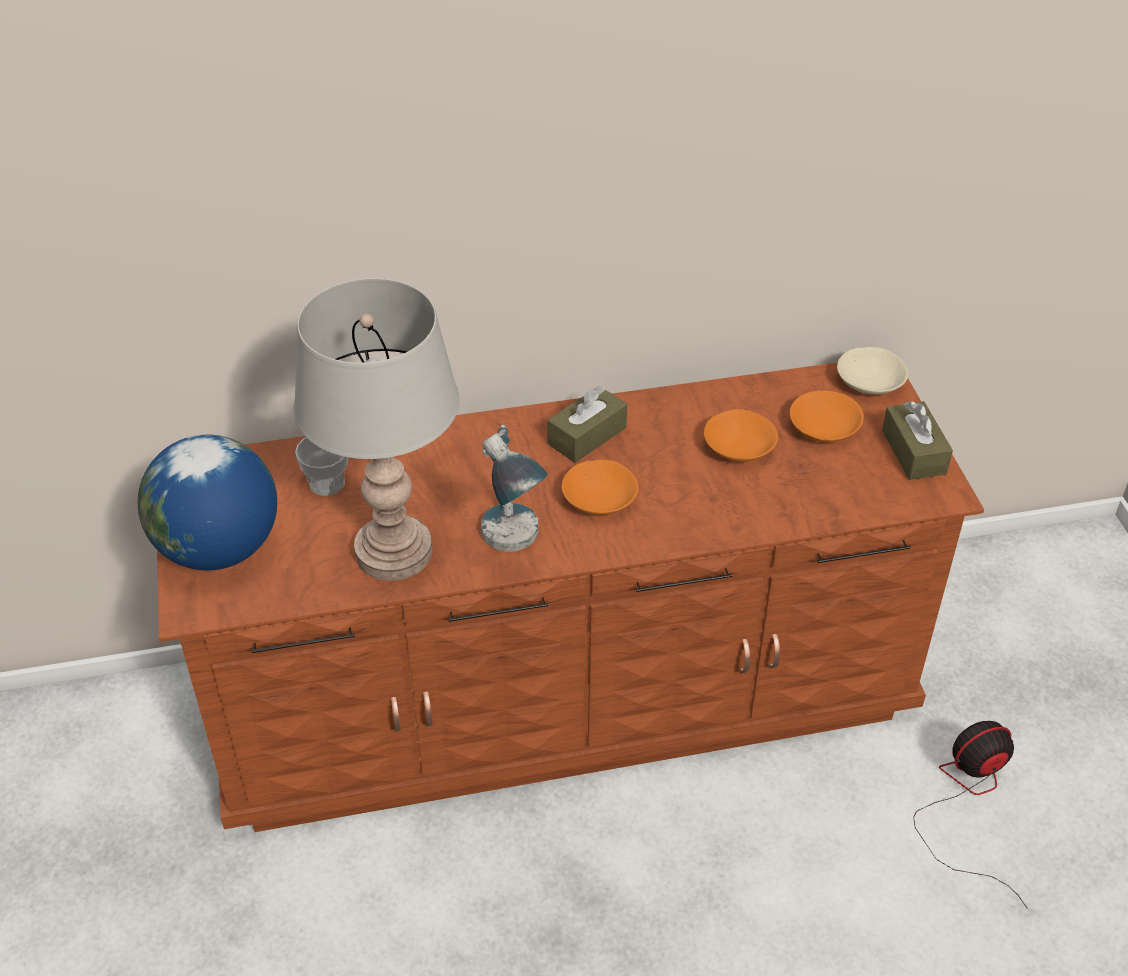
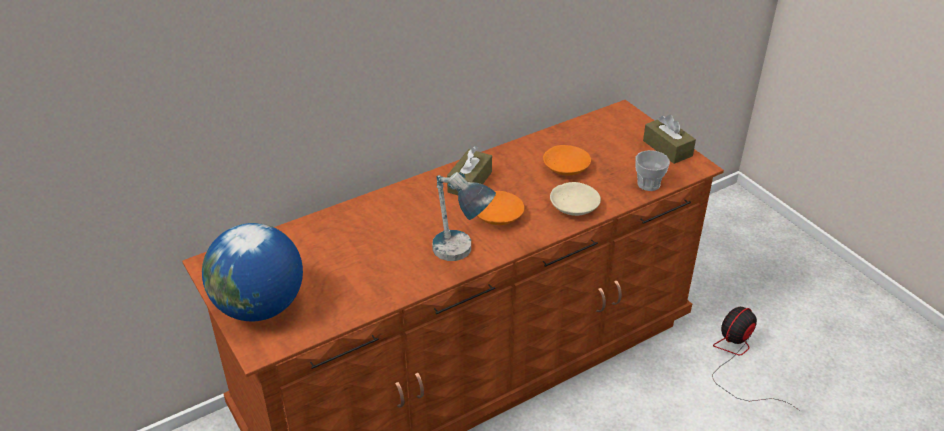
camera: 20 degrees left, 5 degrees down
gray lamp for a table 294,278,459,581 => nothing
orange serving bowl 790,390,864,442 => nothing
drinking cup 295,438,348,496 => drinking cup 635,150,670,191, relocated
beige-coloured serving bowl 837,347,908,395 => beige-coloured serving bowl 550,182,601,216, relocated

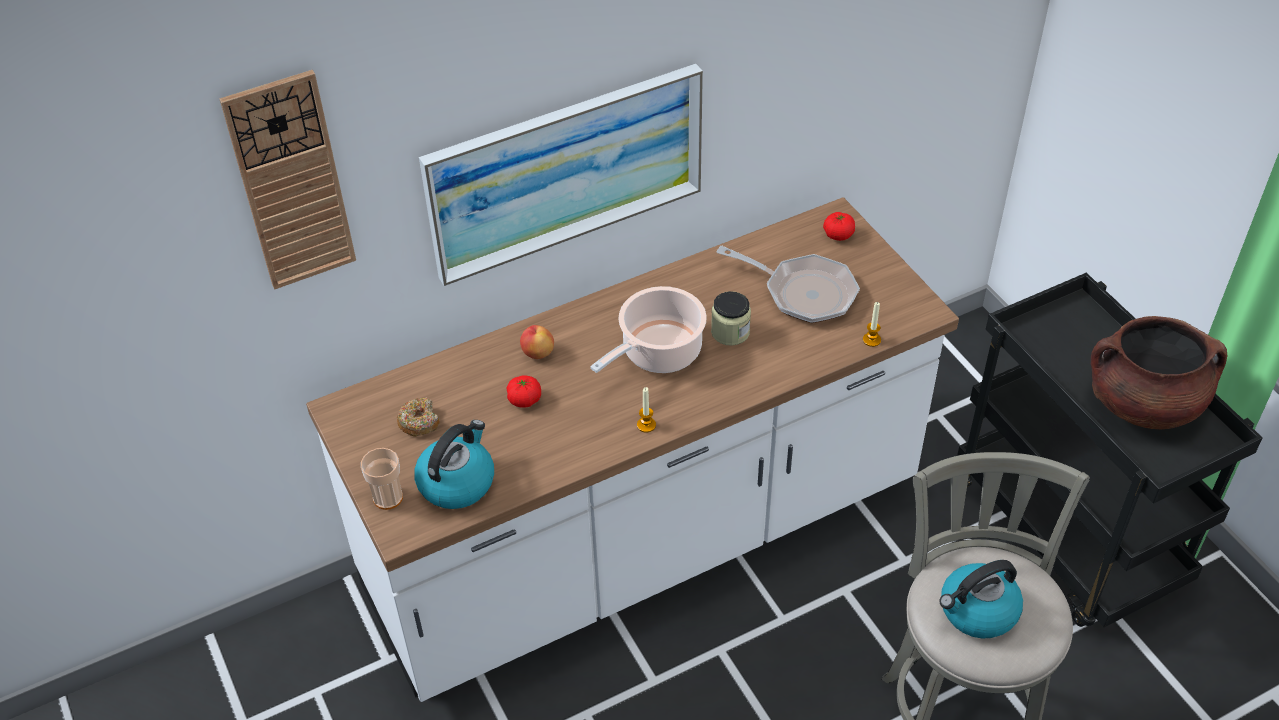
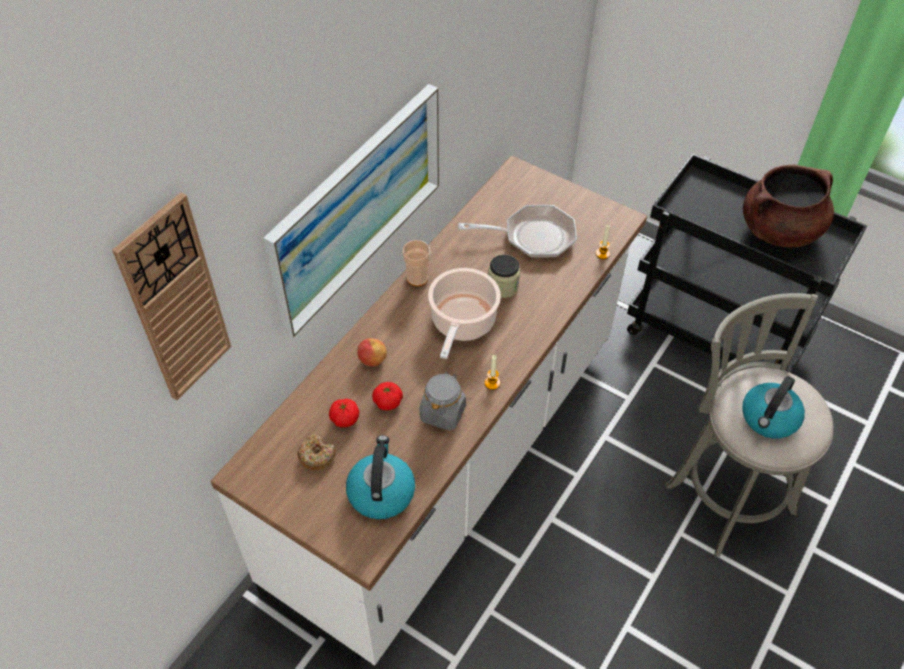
camera: 30 degrees left, 5 degrees up
nothing => gray jar 419,371,466,431
drinking cup 361,448,403,510 => drinking cup 403,240,430,286, relocated
whole tomato 823,212,855,241 => whole tomato 329,399,359,427, relocated

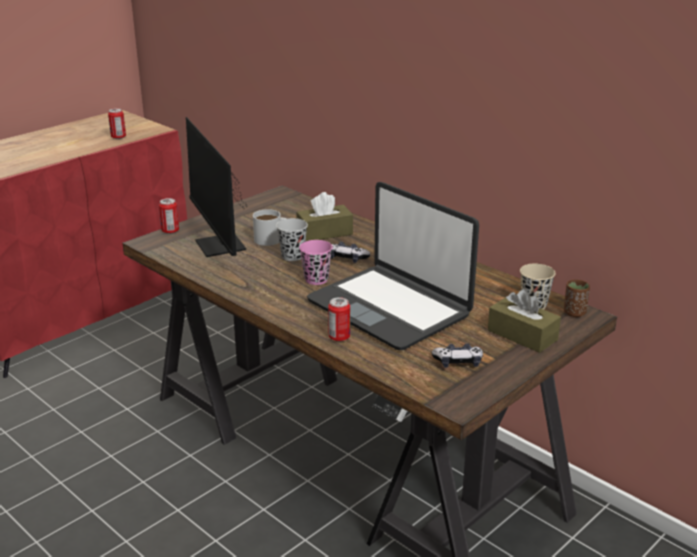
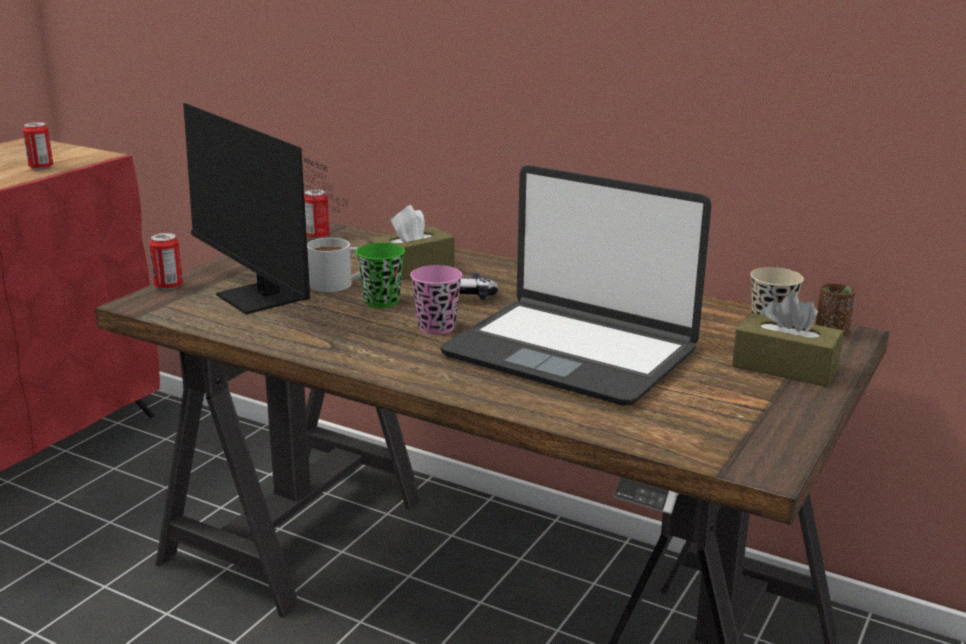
camera: 15 degrees left, 5 degrees down
joypad 432,343,483,368 => nothing
metal can 328,297,350,342 => metal can 304,189,329,239, relocated
blackish drinking cup 276,218,308,261 => green drinking cup 356,243,405,308

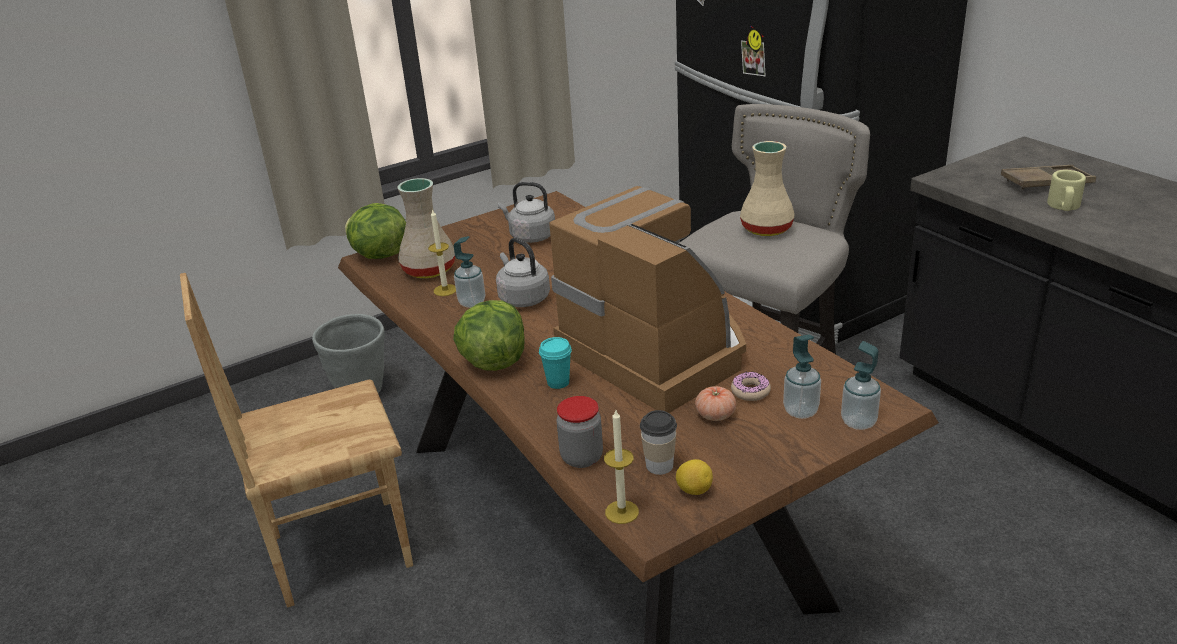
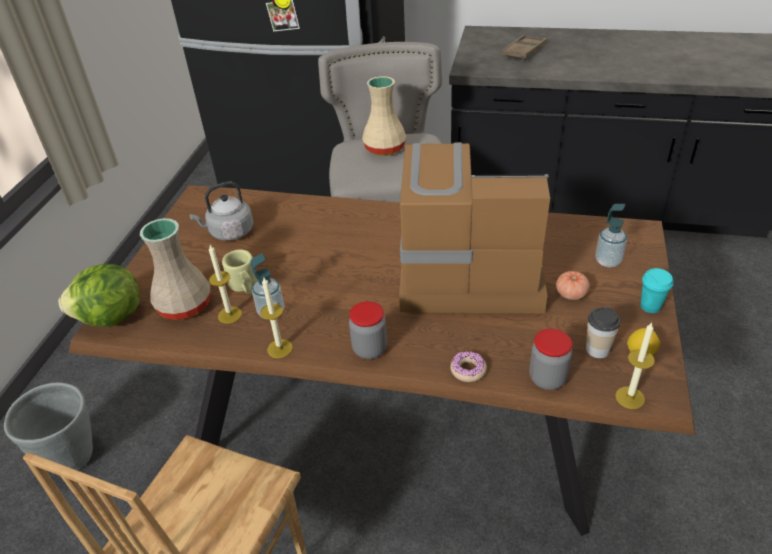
camera: 45 degrees left, 10 degrees up
gray kettle 496,238,550,307 => nothing
liquid soap bottle 841,341,881,430 => nothing
nothing => candle 260,277,293,358
blue-green drinking cup 539,337,572,389 => blue-green drinking cup 641,268,673,313, relocated
ring doughnut 731,372,771,401 => ring doughnut 450,351,487,382, relocated
beige-coloured tea mug 1047,170,1086,211 => beige-coloured tea mug 222,249,258,294, relocated
head of lettuce 453,300,524,371 => jar 349,301,387,359

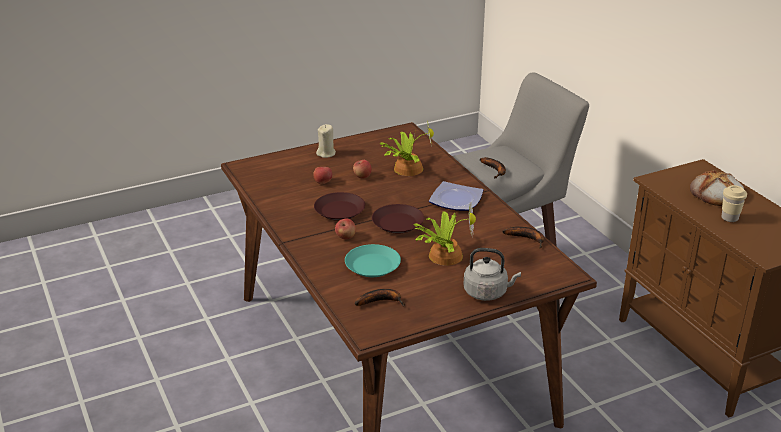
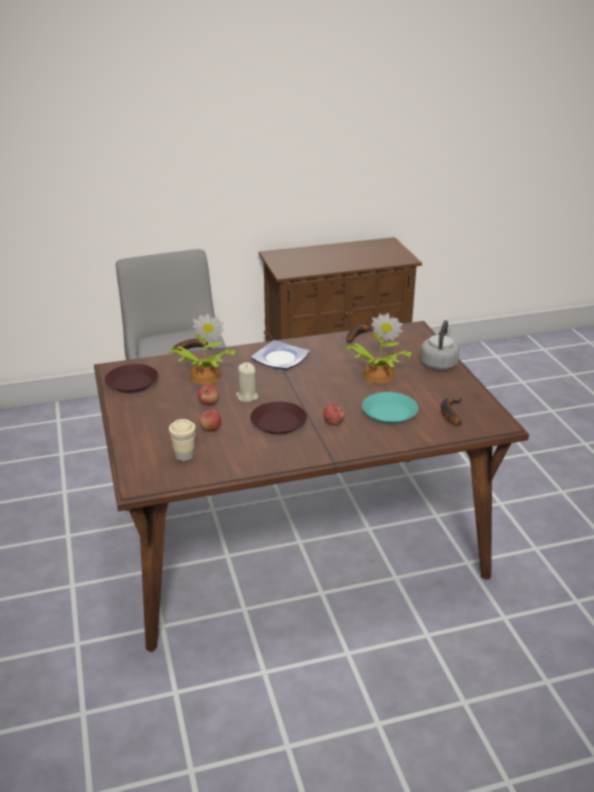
camera: 80 degrees left, 0 degrees up
bakery bread 690,170,744,206 => nothing
beige-coloured candle 316,124,336,158 => beige-coloured candle 236,362,258,402, relocated
brown dinner plate 372,204,424,234 => brown dinner plate 105,364,158,393, relocated
beige-coloured drinking cup 722,185,747,222 => beige-coloured drinking cup 169,419,196,461, relocated

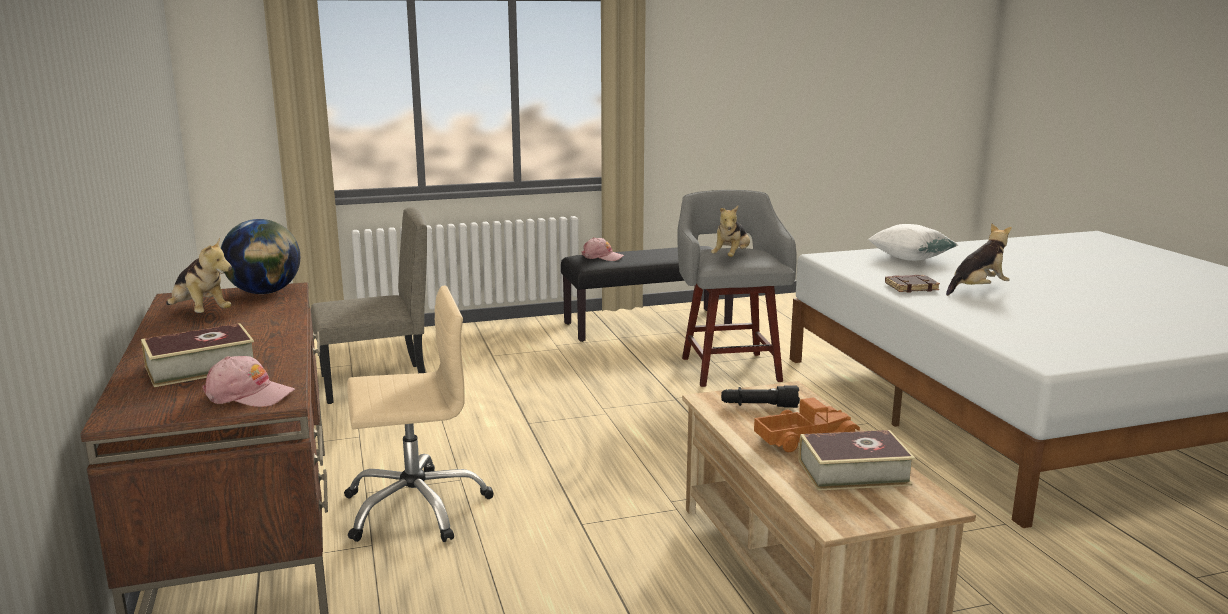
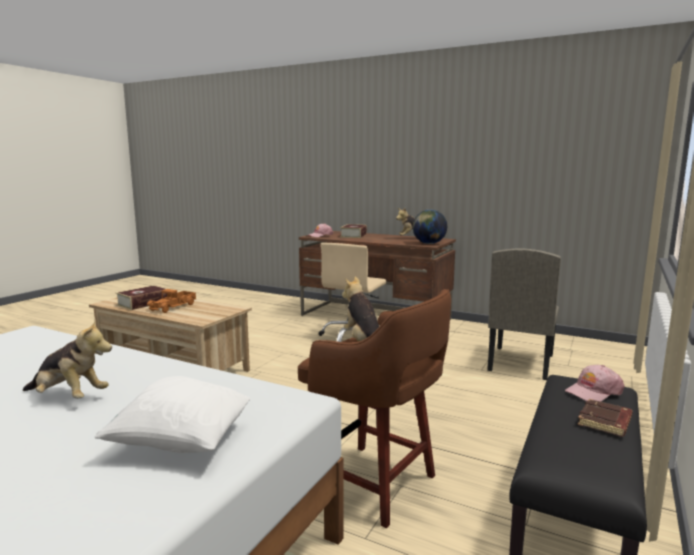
camera: 135 degrees right, 5 degrees down
blackish flashlight 721,385,800,408 => nothing
brown book 885,275,940,293 => brown book 577,399,633,437, relocated
gray stool seat 677,190,797,387 => brown stool seat 298,289,451,528
soft toy 946,223,1012,296 => soft toy 23,319,112,399, 90 degrees counterclockwise

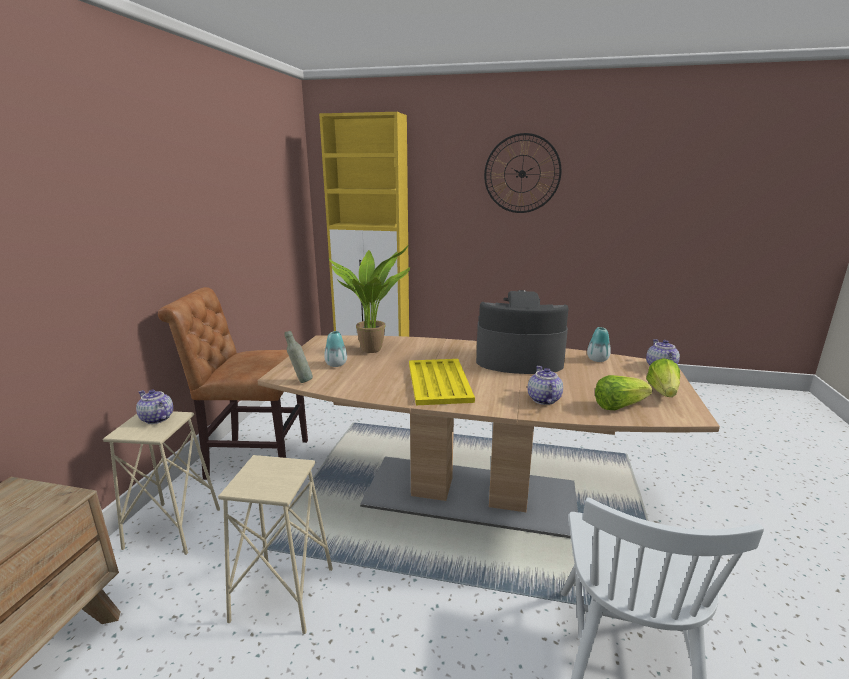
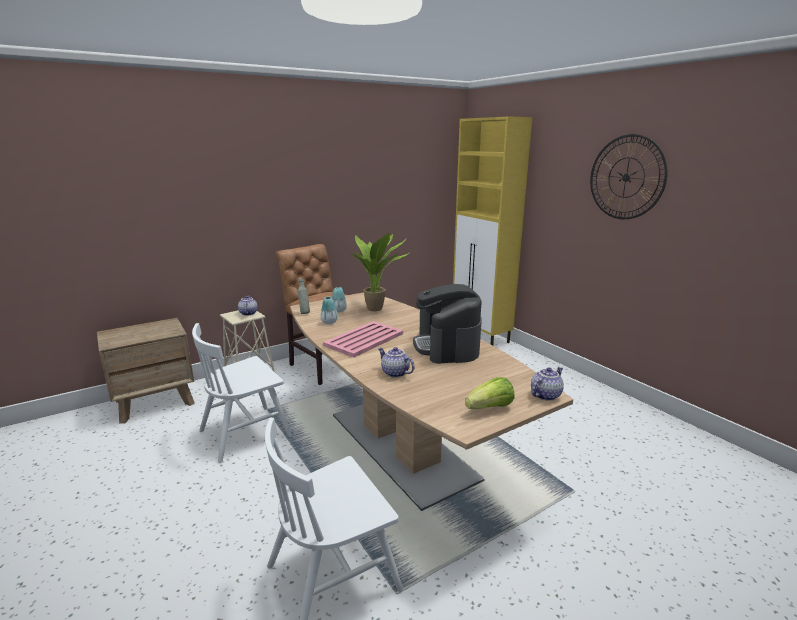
camera: 45 degrees right, 0 degrees up
head of lettuce 595,375,652,410 => nothing
vase 587,327,611,362 => vase 321,297,338,324, relocated
beige-coloured stool seat 218,455,333,634 => white-coloured chair 192,323,292,463
yellowish carrying tray 409,359,475,405 => pink-coloured carrying tray 323,321,403,358
coffee machine 476,290,568,374 => coffee machine 413,284,482,364, 150 degrees counterclockwise
pot for tea 528,366,563,405 => pot for tea 378,347,414,378, 90 degrees counterclockwise

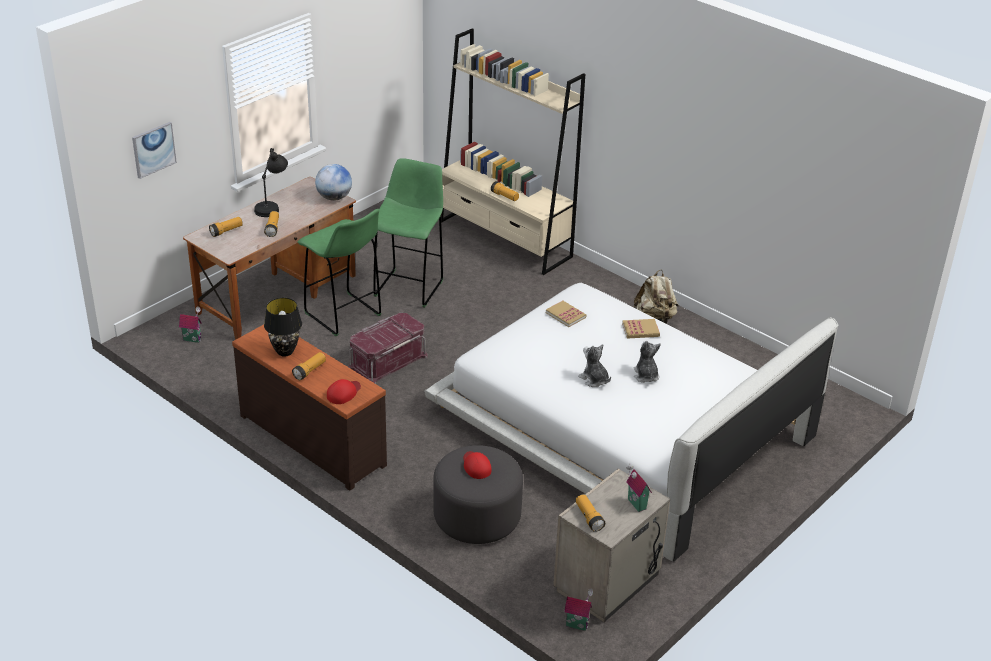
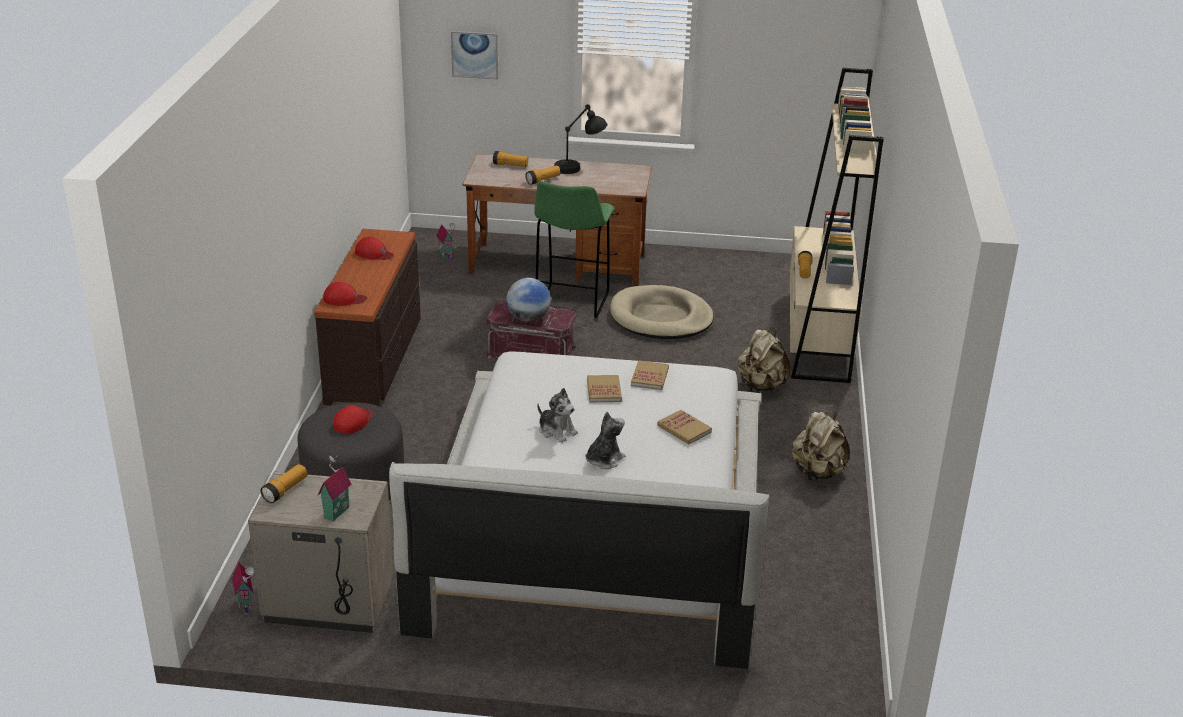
camera: 55 degrees right, 5 degrees down
flashlight 292,352,326,380 => nothing
nothing => book 587,375,622,402
nothing => beige-coloured rucksack 738,328,790,393
desk globe 315,164,352,201 => desk globe 506,278,551,322, relocated
blackish lamp for a table 264,298,302,357 => reddish baseball cap 355,237,394,260
green stool seat 373,158,443,308 => beige-coloured dog bed 610,285,714,339
soft toy 578,344,611,387 => soft toy 537,388,578,443, 120 degrees clockwise

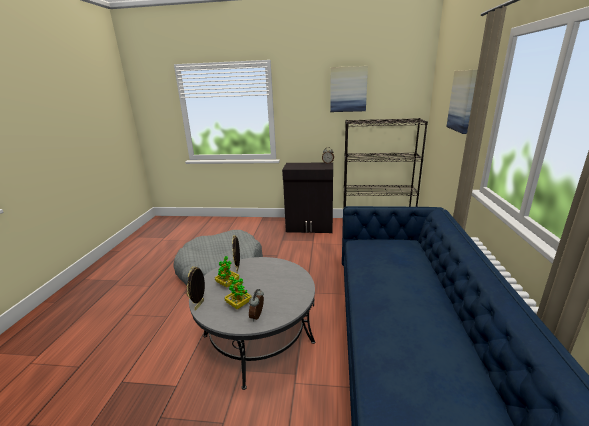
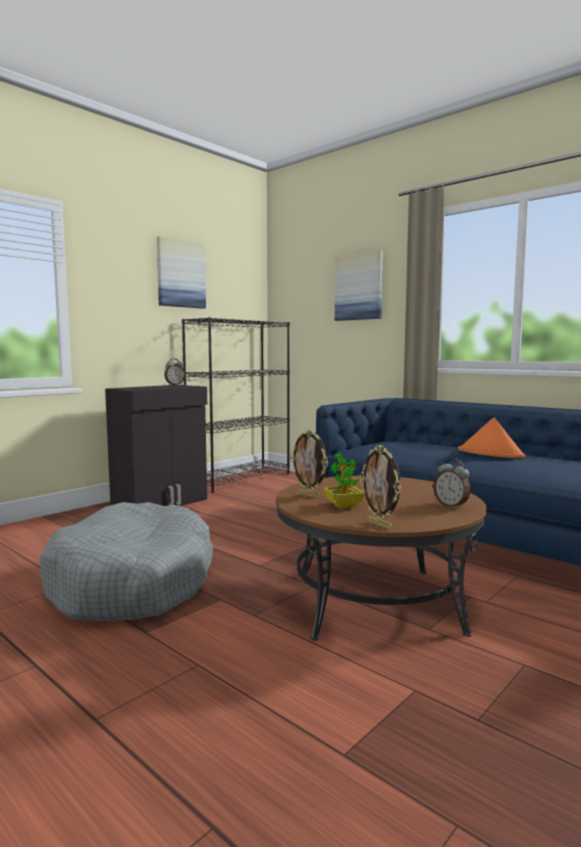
camera: 55 degrees left, 15 degrees down
houseplant 224,276,251,309 => nothing
nothing => orange wearable hat 458,417,526,458
gray low table 189,257,315,390 => brown low table 276,476,487,640

